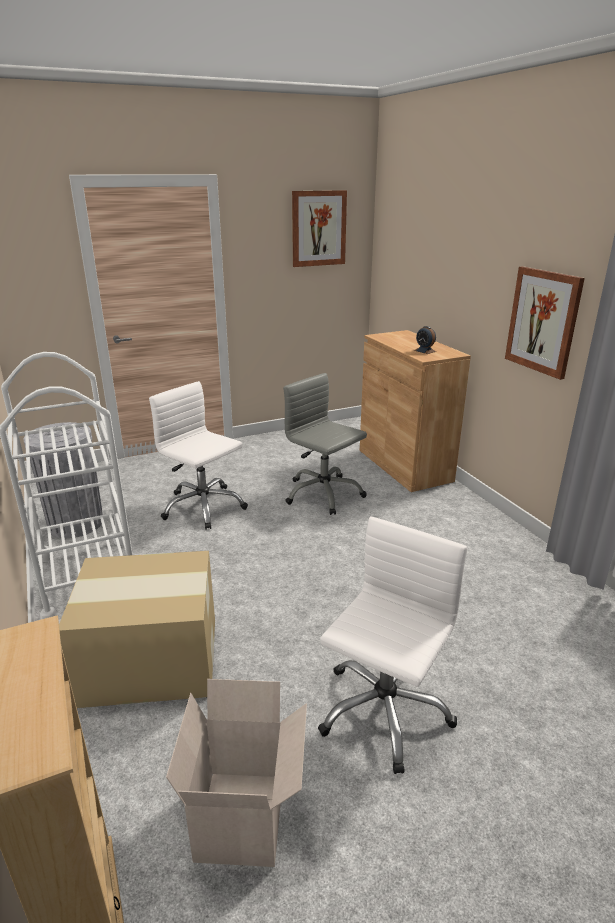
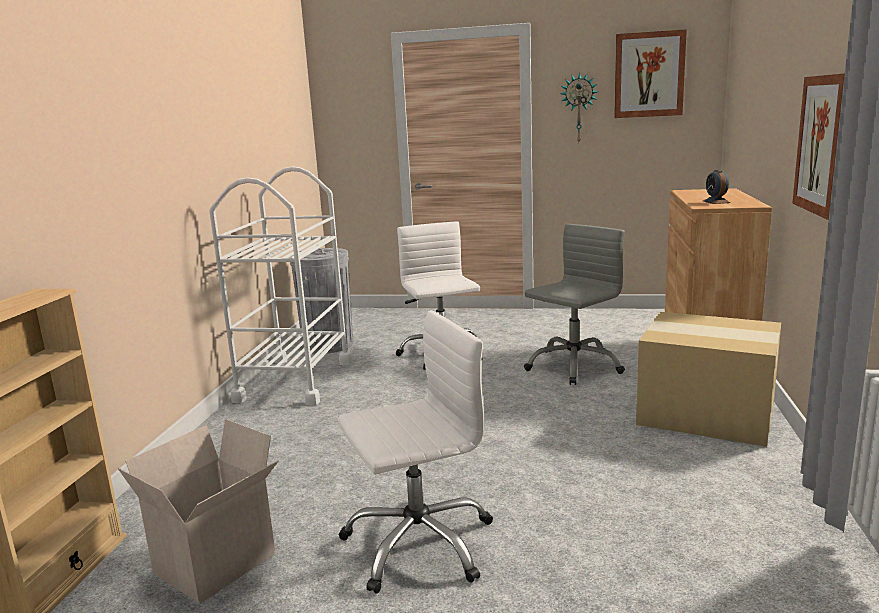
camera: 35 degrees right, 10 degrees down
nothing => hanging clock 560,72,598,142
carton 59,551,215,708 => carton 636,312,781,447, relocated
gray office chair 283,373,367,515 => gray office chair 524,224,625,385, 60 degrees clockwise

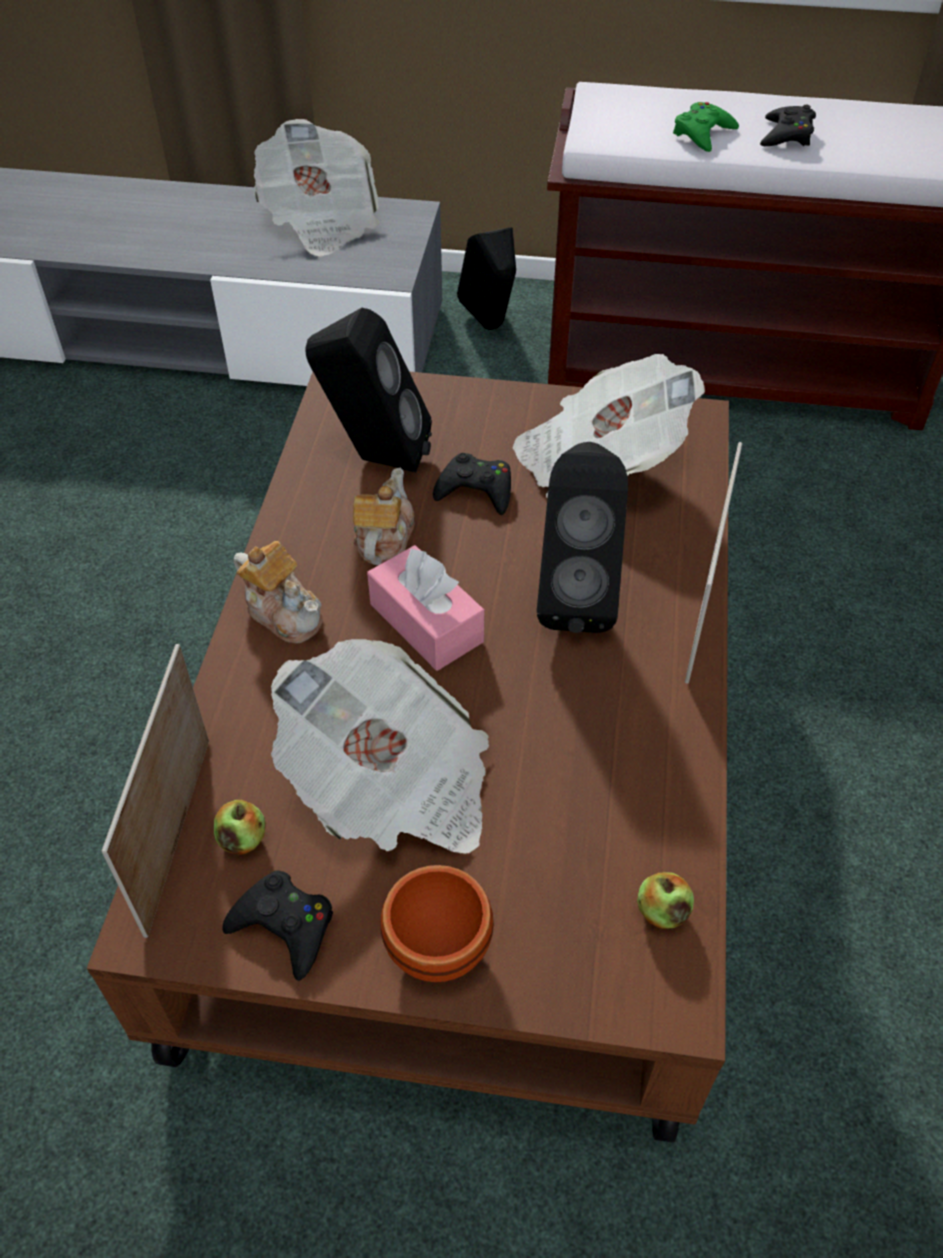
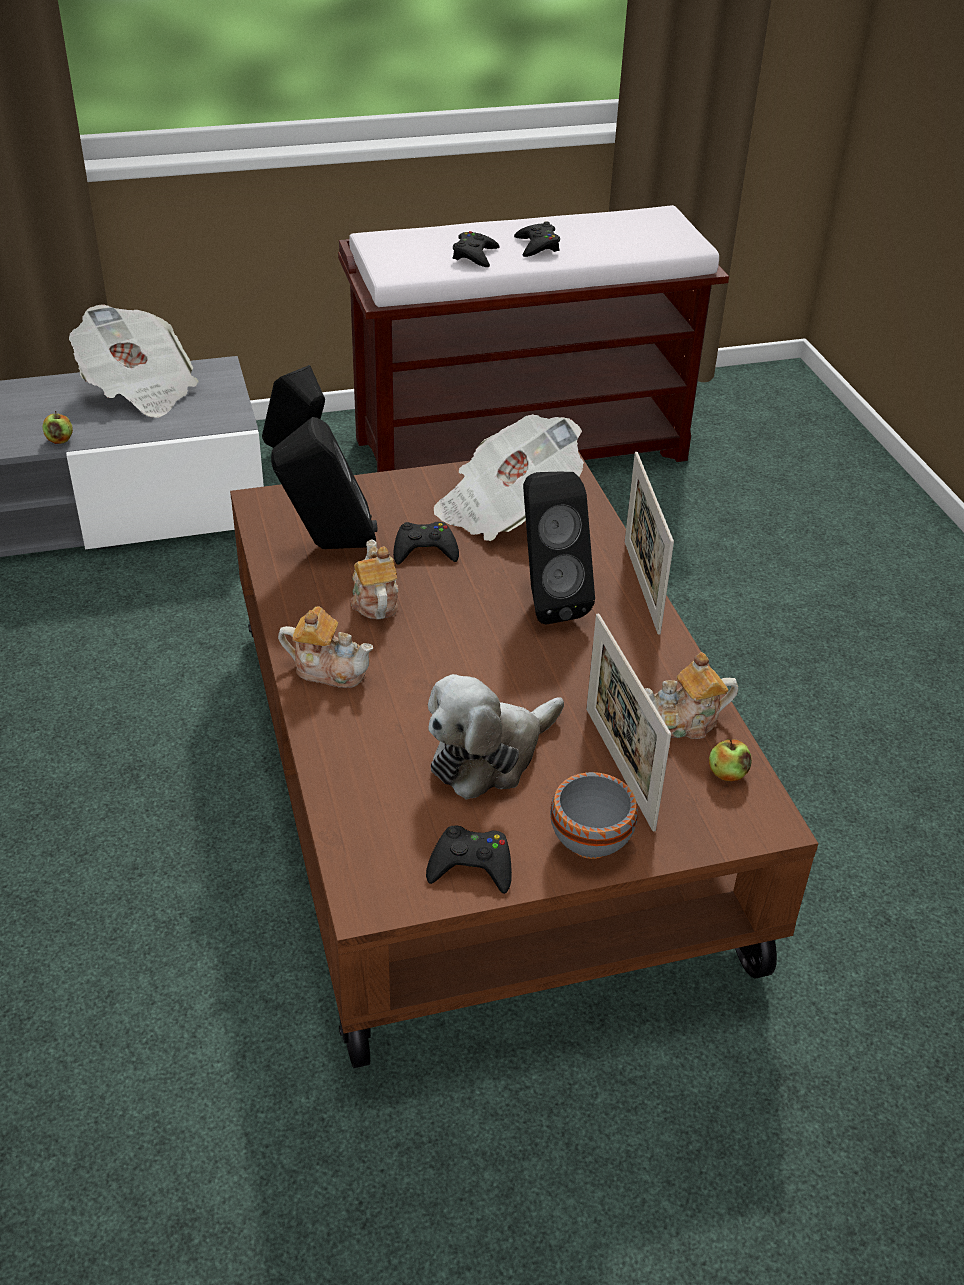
camera: 25 degrees left, 10 degrees down
pink-coloured tissue box 367,545,484,671 => nothing
nothing => pot for tea 645,652,738,739
photo frame 101,644,209,938 => photo frame 586,613,671,832, relocated
whole apple 214,800,265,855 => whole apple 42,411,73,444, relocated
daily paper 271,639,489,854 => soft toy 428,674,564,800
brown serving bowl 380,865,494,982 => gray serving bowl 550,772,638,859
green joypad 673,102,739,152 => blackish joypad 453,231,500,267

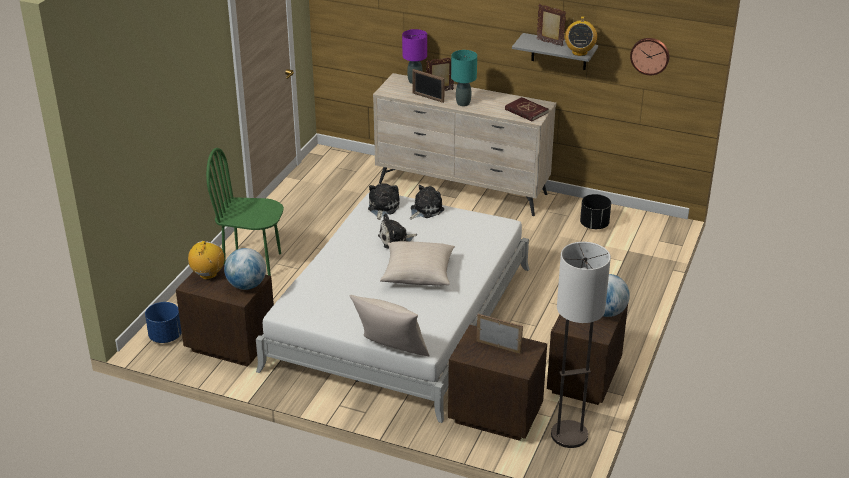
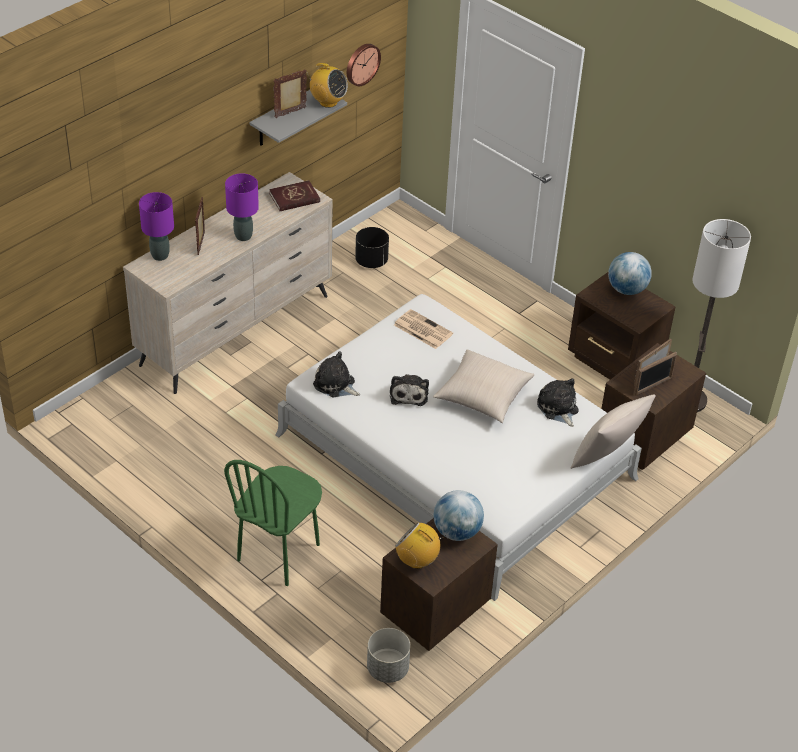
camera: 70 degrees left, 10 degrees up
nothing => daily paper 394,309,453,349
soft toy 410,185,444,220 => soft toy 537,378,579,427, relocated
photo frame 412,69,445,103 => photo frame 633,352,677,396, relocated
blue-coloured flower pot 145,302,182,343 => gray flower pot 367,628,411,683
blue-green lamp for a table 451,50,477,106 => purple lamp for a table 225,173,259,241

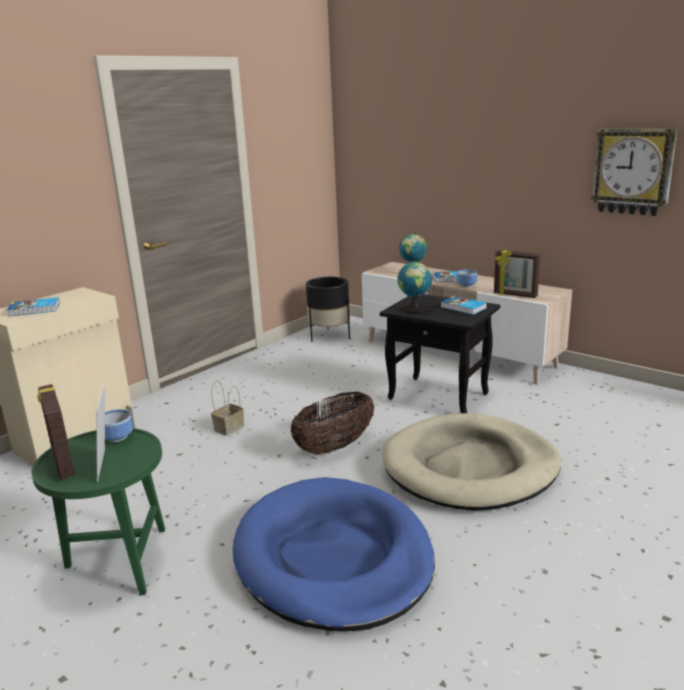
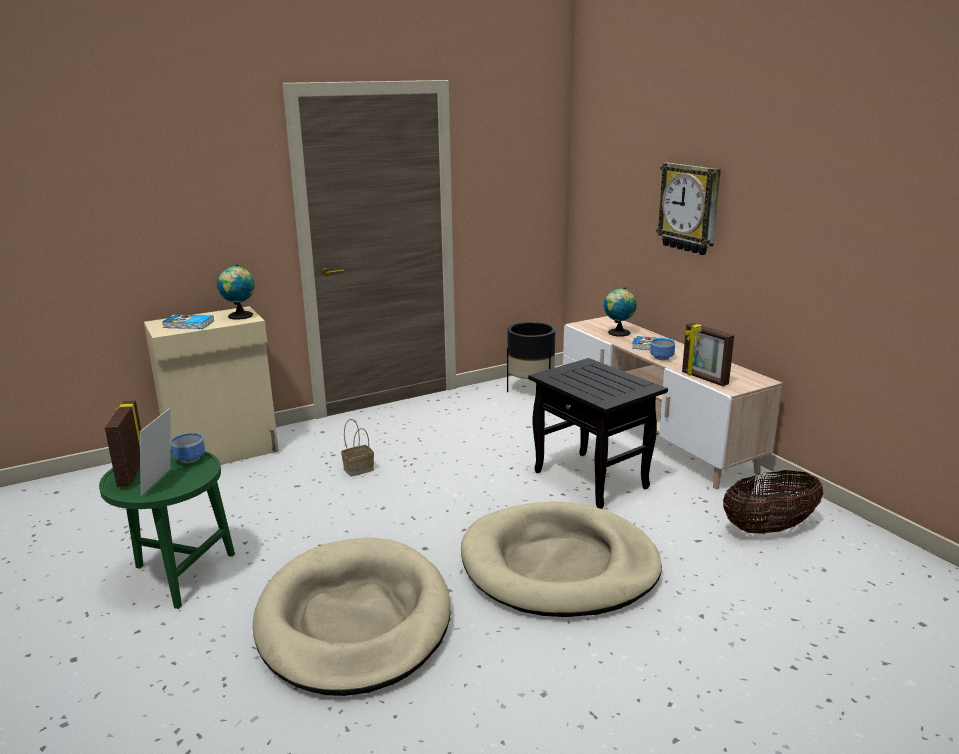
camera: 20 degrees right, 0 degrees up
book 441,296,487,315 => nothing
basket 291,392,374,454 => basket 723,470,823,534, relocated
desk globe 398,261,432,313 => desk globe 217,265,255,320, relocated
hanging clock 591,129,678,216 => hanging clock 656,163,721,255, relocated
blue-coloured dog bed 233,477,435,631 => beige-coloured dog bed 252,537,451,696

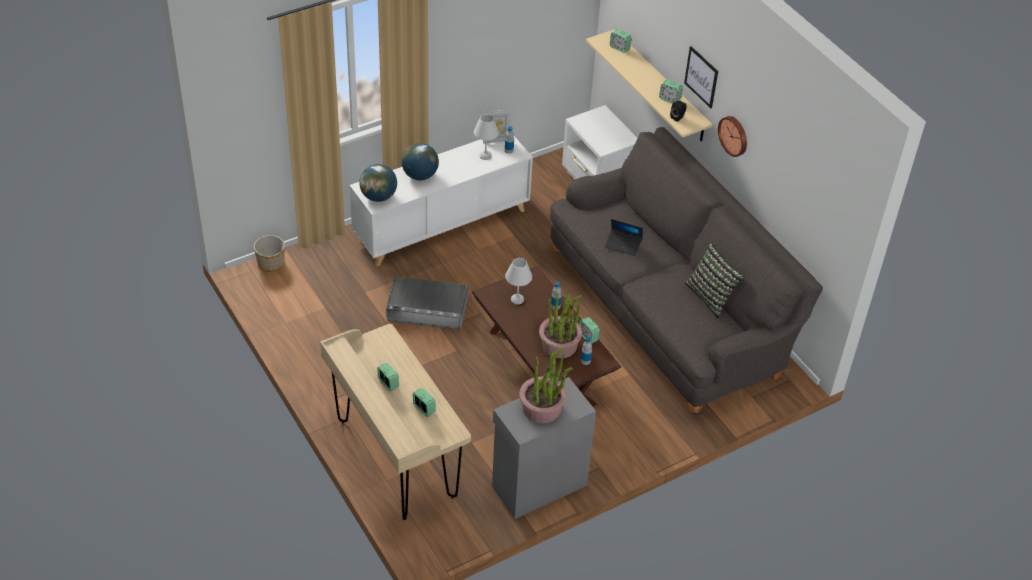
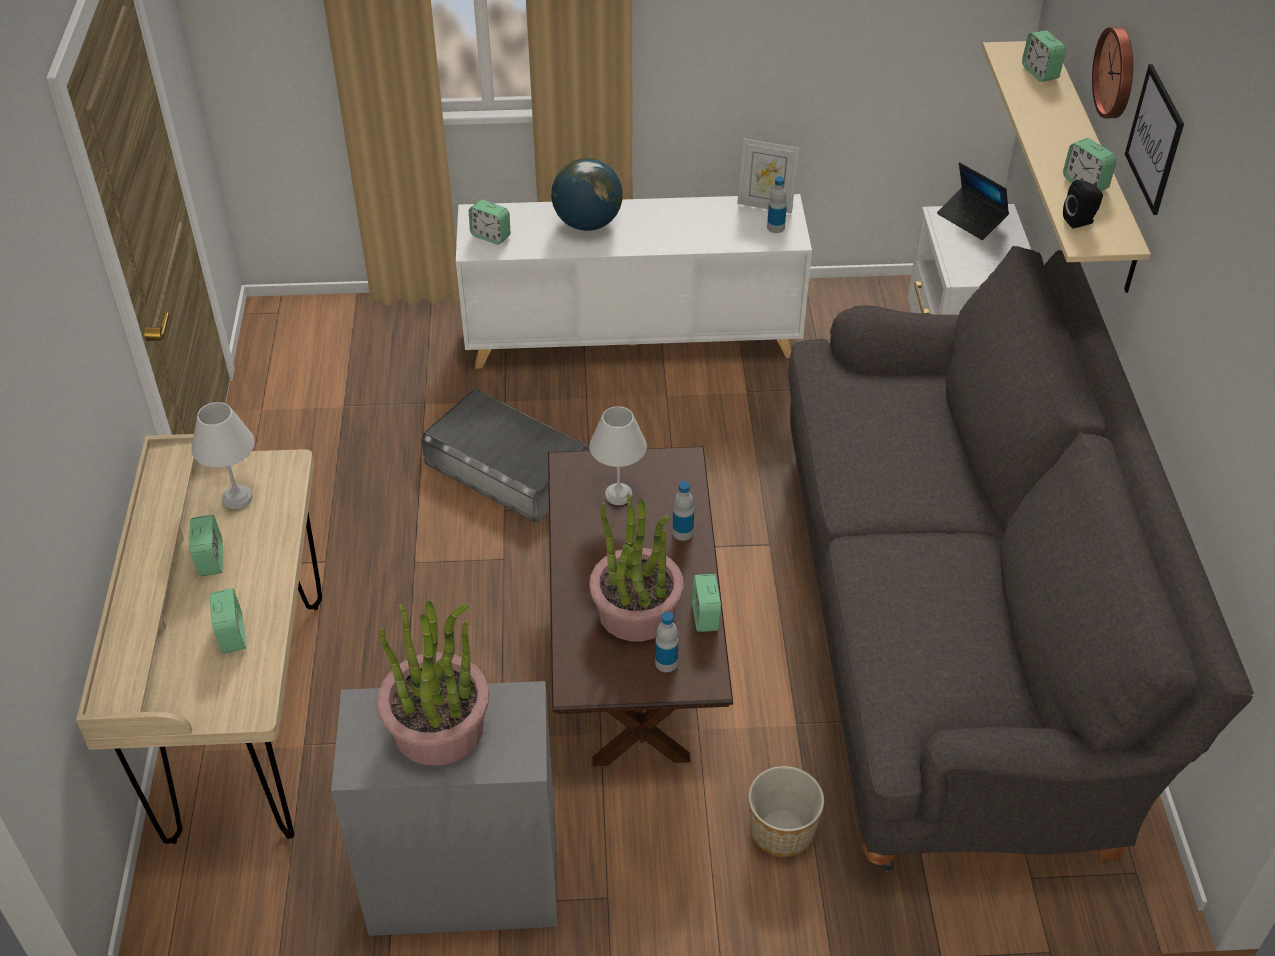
camera: 30 degrees right, 0 degrees up
throw pillow 685,243,745,319 => nothing
flower pot 254,235,285,272 => flower pot 748,766,824,857, relocated
white-coloured lamp for a table 474,114,499,160 => white-coloured lamp for a table 191,402,255,509, relocated
portable computer 605,219,643,256 => portable computer 937,162,1009,240, relocated
hanging clock 718,116,747,157 => hanging clock 1092,27,1133,118, relocated
desk globe 359,164,397,202 => bedside clock 469,200,510,245

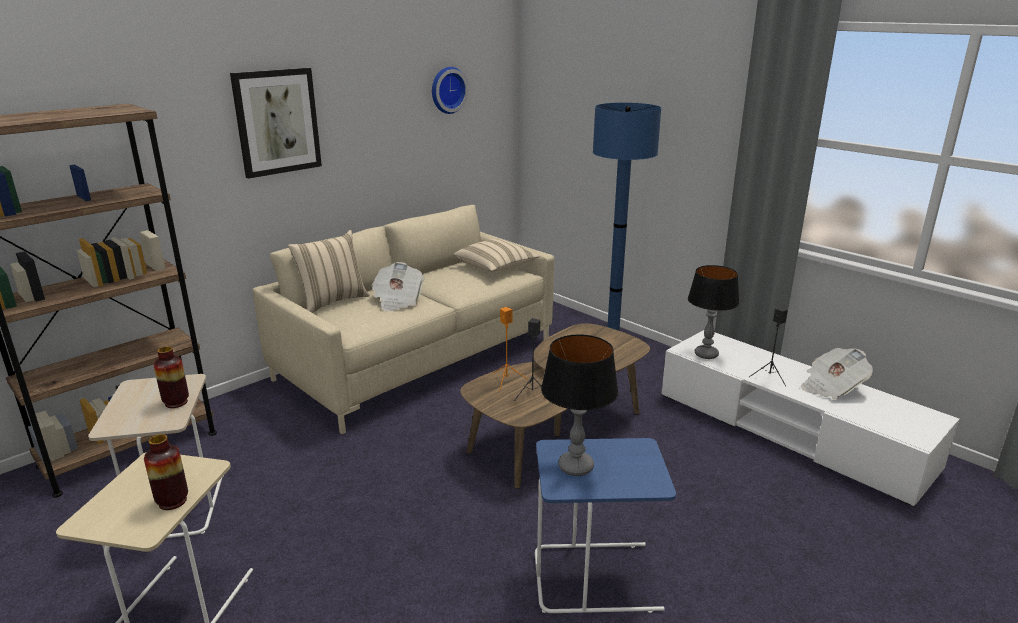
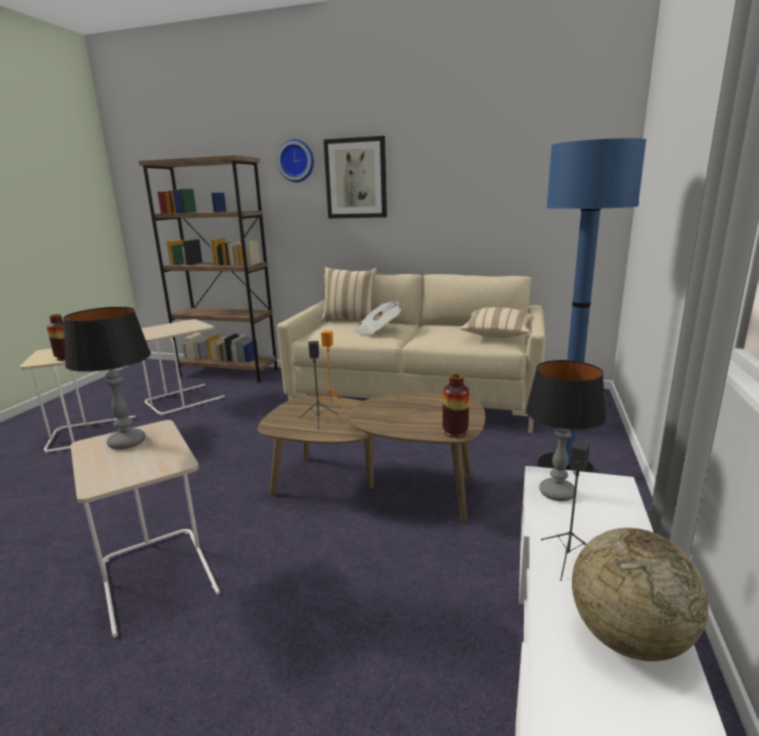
camera: 60 degrees right, 5 degrees down
vase 154,346,189,408 => vase 442,374,469,438, relocated
hanging clock 432,67,468,114 => hanging clock 277,139,314,182, relocated
daily paper 801,348,873,399 => desk globe 572,528,709,661
blue-coloured end table 535,438,676,613 => beige-coloured end table 71,420,220,638

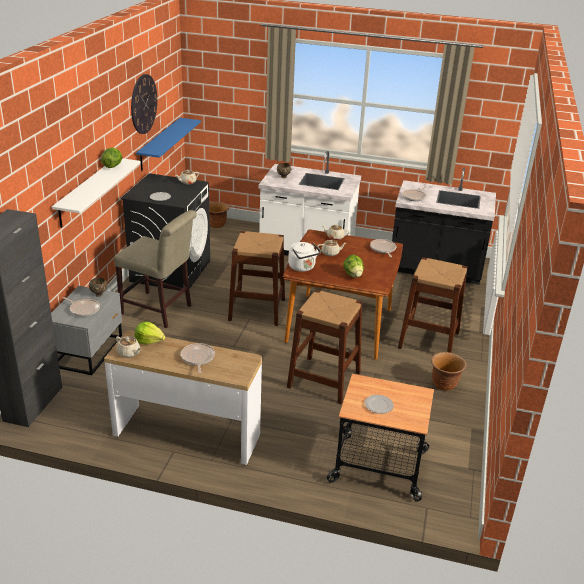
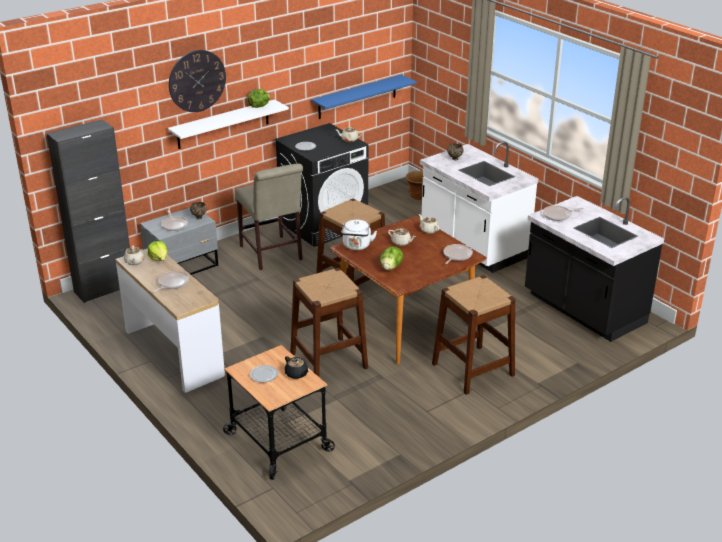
camera: 40 degrees right, 0 degrees up
brown flower pot 431,352,466,391 => nothing
nothing => blackish pot for tea 285,356,308,379
hanging clock 131,74,157,134 => hanging clock 169,50,226,112, relocated

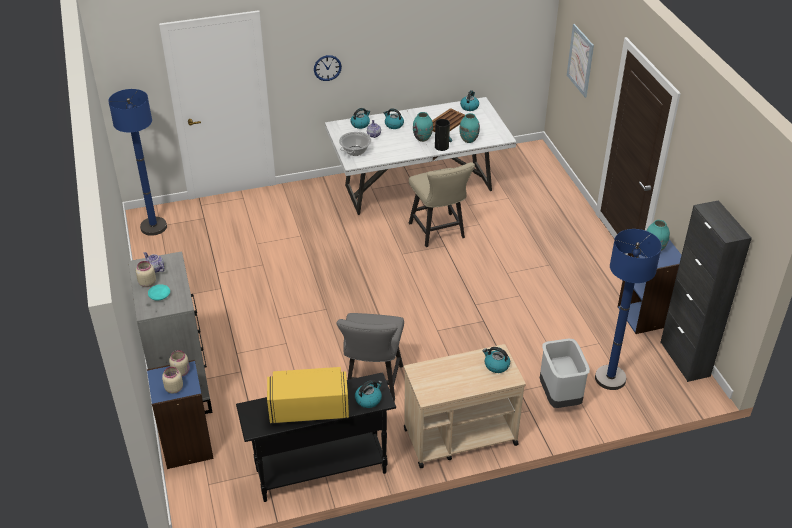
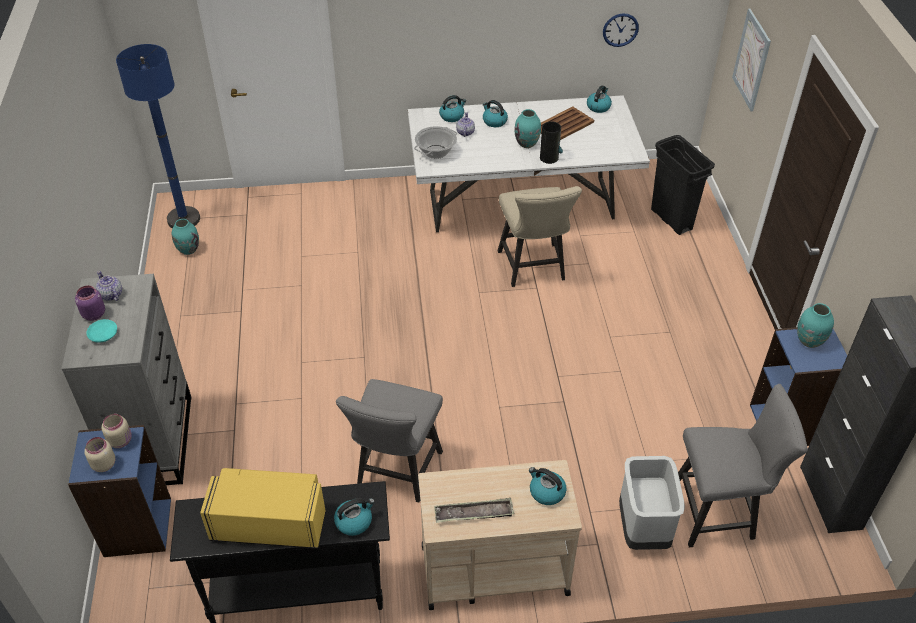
camera: 10 degrees right, 5 degrees up
nothing => carrying tray 434,498,514,523
nothing => blackish waste bin 651,135,715,235
hanging clock 314,55,342,81 => hanging clock 603,13,639,47, relocated
blue-green vase 459,113,480,143 => blue-green vase 172,219,199,255, relocated
blue-coloured floor lamp 595,229,662,390 => gray chair 678,384,808,548
beige-coloured jar 136,261,156,287 => purple jar 75,286,105,321

